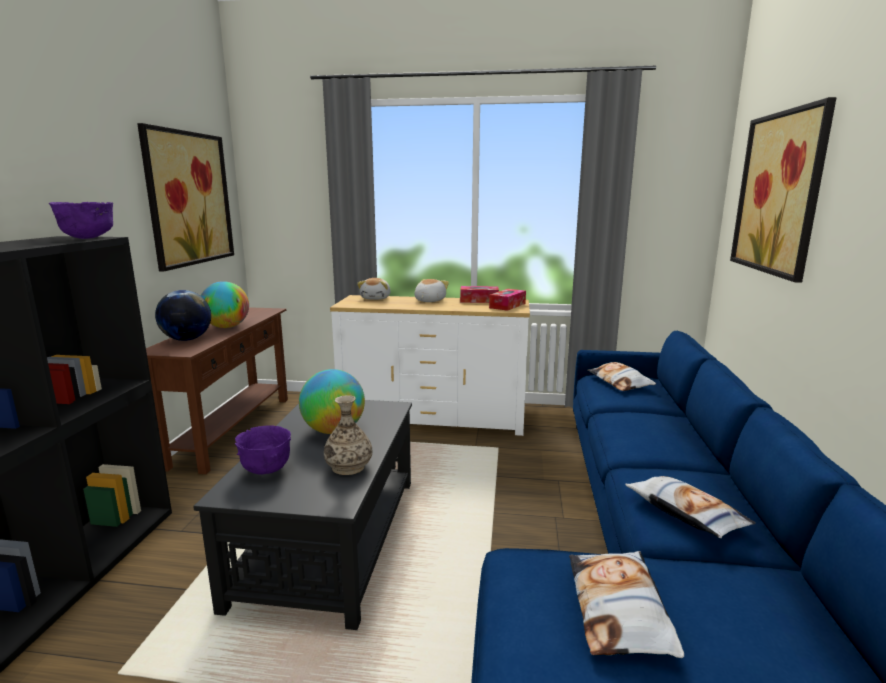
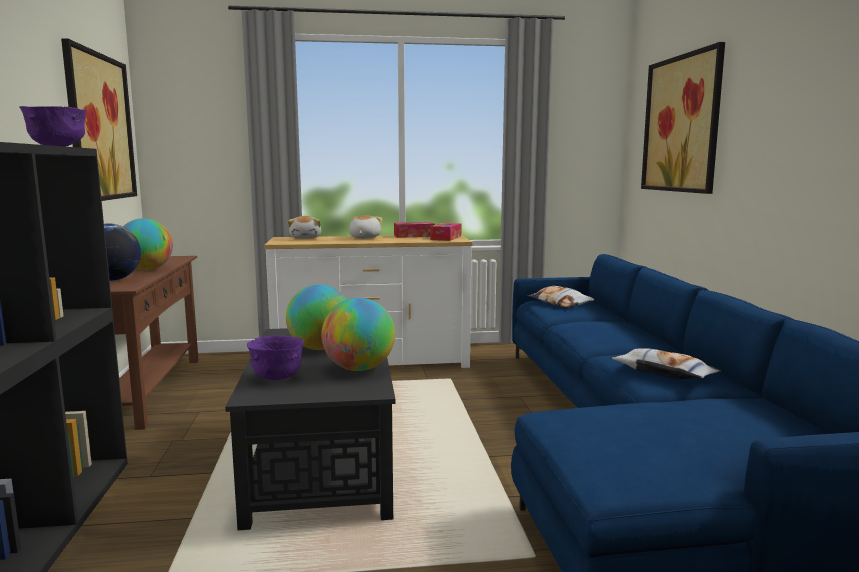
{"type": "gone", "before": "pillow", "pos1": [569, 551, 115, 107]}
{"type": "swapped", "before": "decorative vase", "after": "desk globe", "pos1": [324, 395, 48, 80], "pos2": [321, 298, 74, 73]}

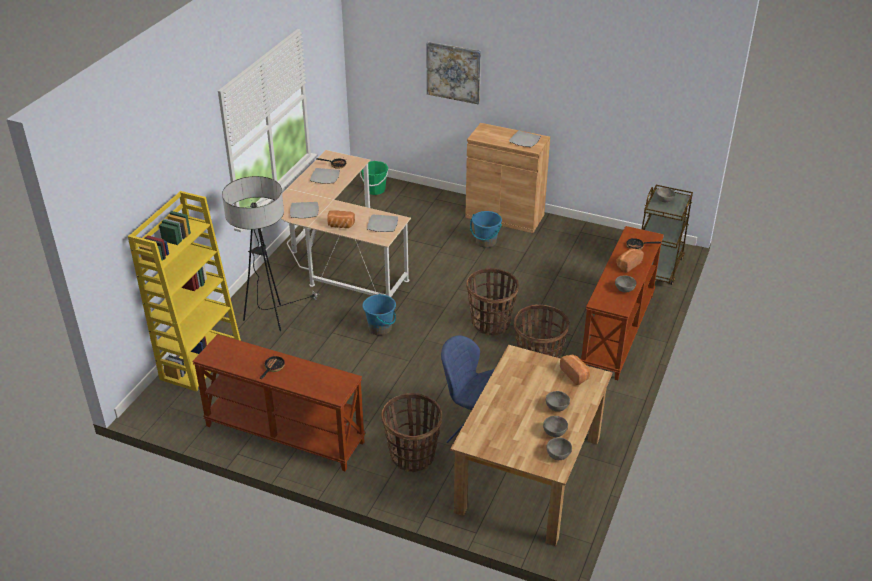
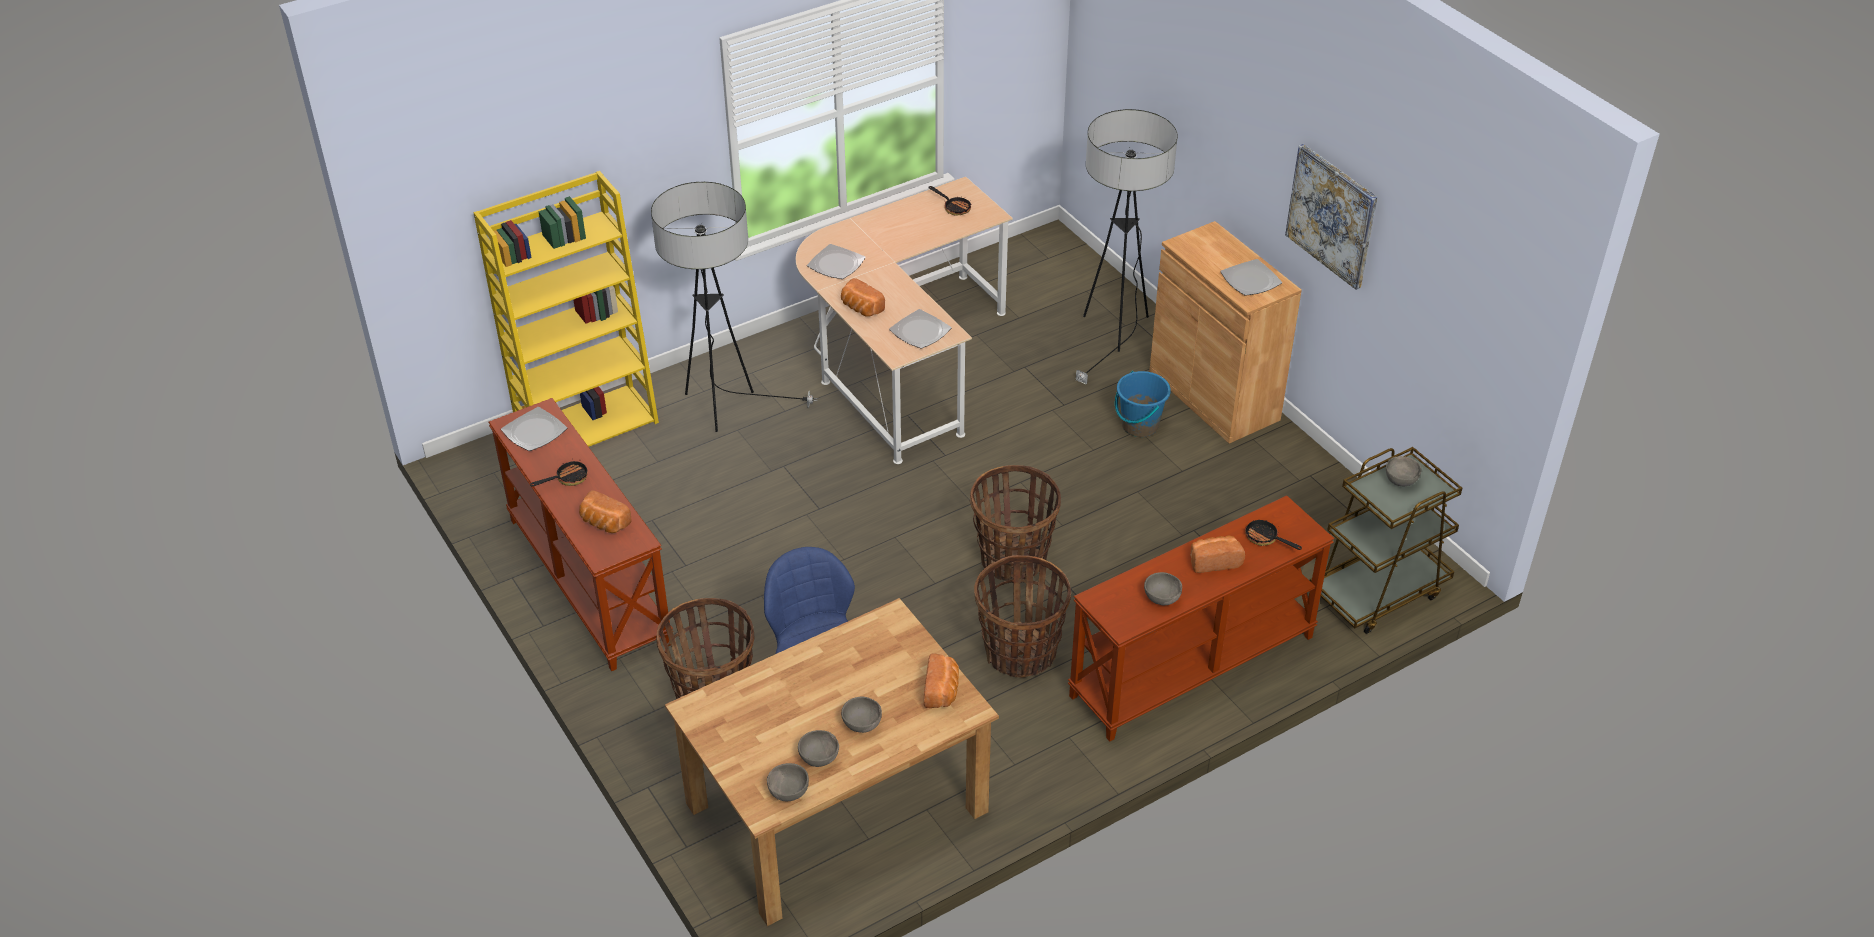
{"type": "gone", "before": "water bucket/greenish", "pos1": [360, 161, 28, 34]}
{"type": "gone", "before": "water bucket/blue-coloured", "pos1": [362, 294, 34, 42]}
{"type": "new", "after": "baked bread", "pos2": [579, 490, 53, 43]}
{"type": "new", "after": "standing lamp", "pos2": [1075, 109, 103, 275]}
{"type": "shifted", "before": "plate", "pos1": [310, 168, 30, 16], "pos2": [501, 407, 66, 44]}
{"type": "shifted", "before": "picture", "pos1": [426, 42, 55, 62], "pos2": [1285, 144, 93, 146]}

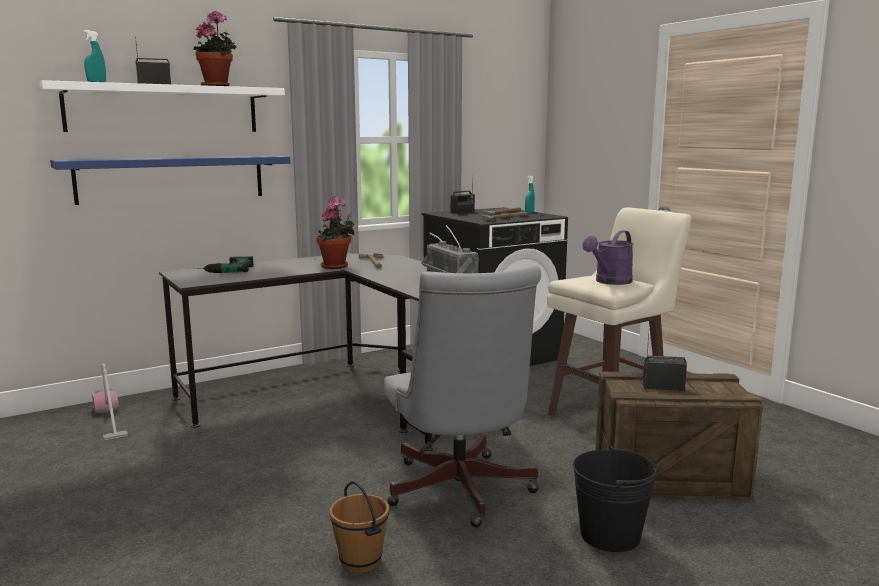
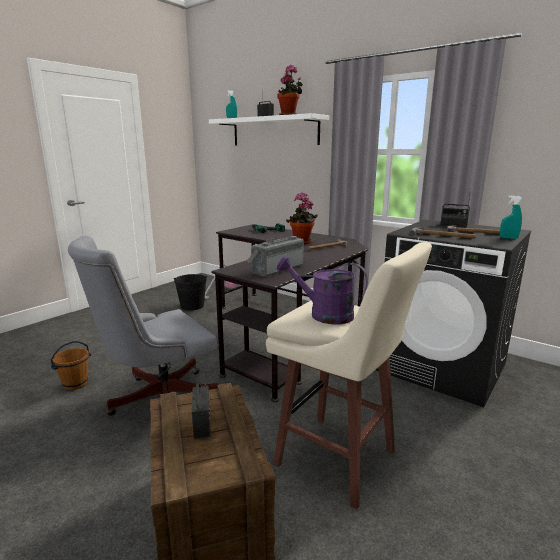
{"type": "gone", "before": "shelf/blue-coloured", "pos1": [50, 155, 240, 50]}
{"type": "shifted", "before": "water bucket/black-coloured", "pos1": [573, 445, 86, 107], "pos2": [174, 274, 33, 37]}

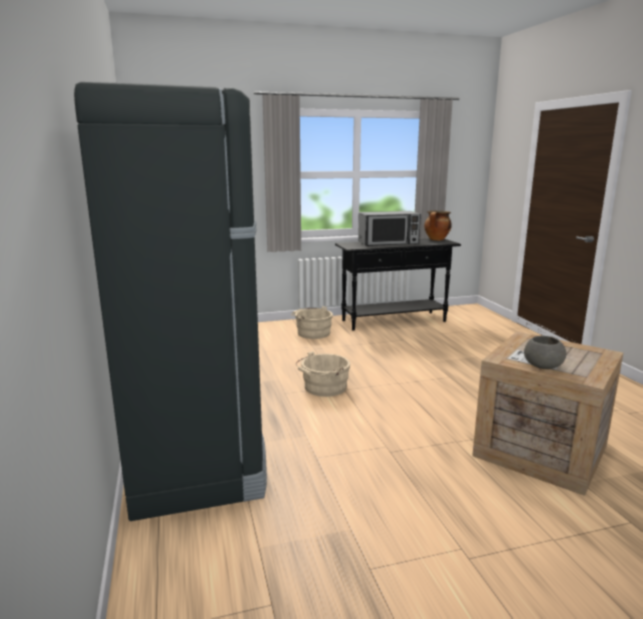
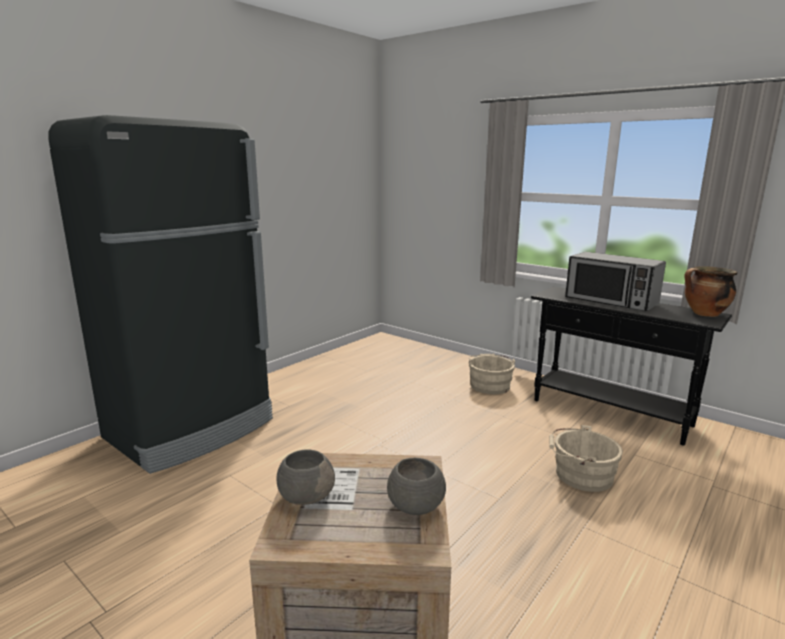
{"type": "new", "after": "deep dish/gray", "pos2": [387, 458, 59, 57]}
{"type": "shifted", "before": "water bucket/beige", "pos1": [296, 351, 54, 46], "pos2": [549, 425, 74, 67]}

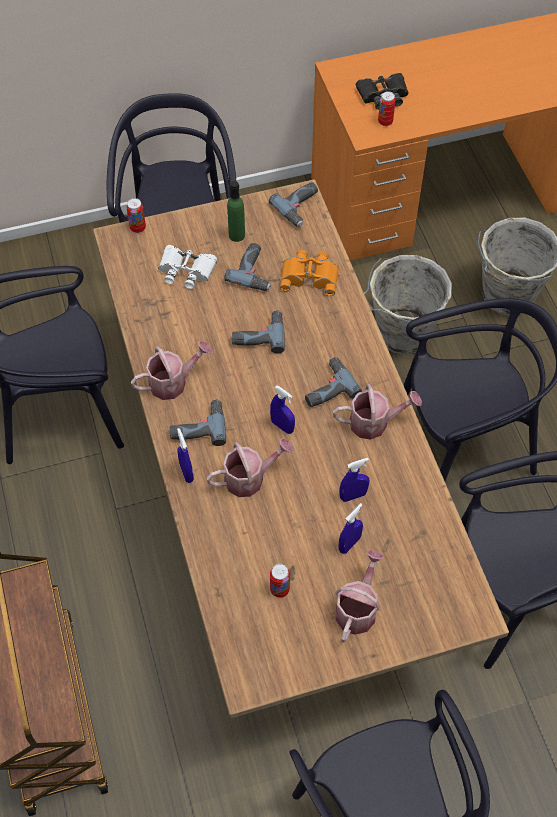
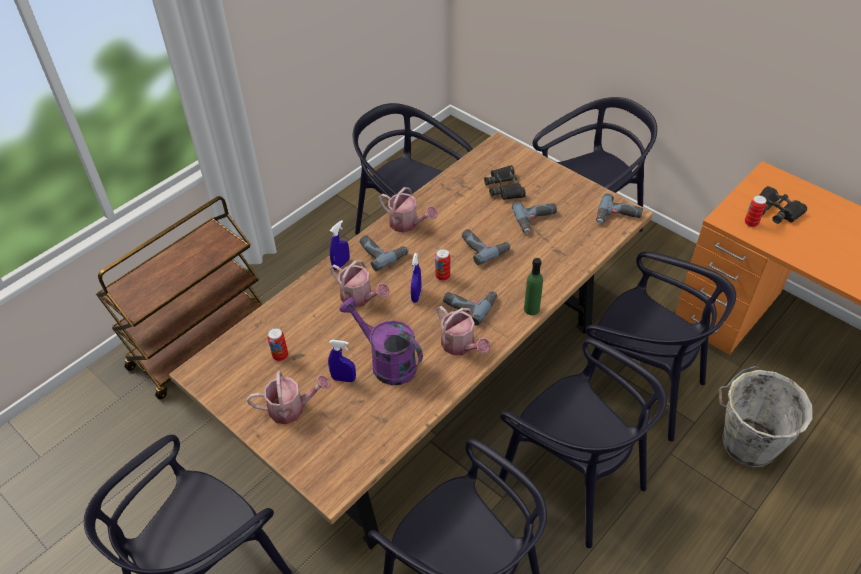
{"type": "gone", "before": "field glasses/orangey", "pos1": [280, 250, 59, 46]}
{"type": "shifted", "before": "metal can", "pos1": [126, 198, 20, 35], "pos2": [435, 249, 15, 32]}
{"type": "shifted", "before": "drink bottle/greenish", "pos1": [227, 181, 18, 61], "pos2": [524, 258, 19, 57]}
{"type": "swapped", "before": "hand sprayer/blue-coloured", "after": "sprinkling can/purplish", "pos1": [339, 458, 30, 44], "pos2": [340, 297, 83, 88]}
{"type": "swapped", "before": "water bucket/gray", "after": "upright chair/black-coloured", "pos1": [364, 255, 88, 100], "pos2": [586, 252, 150, 190]}
{"type": "repainted", "before": "field glasses/white", "after": "field glasses/black-coloured", "pos1": [158, 245, 60, 44], "pos2": [484, 165, 42, 35]}

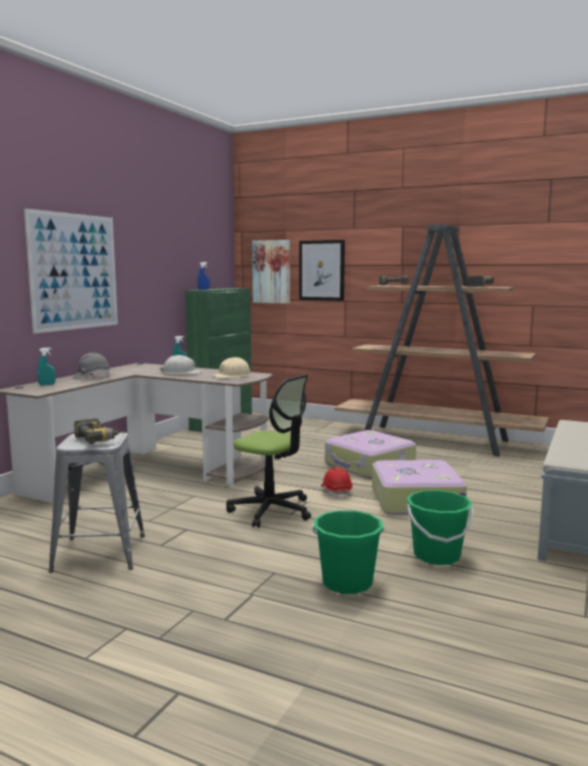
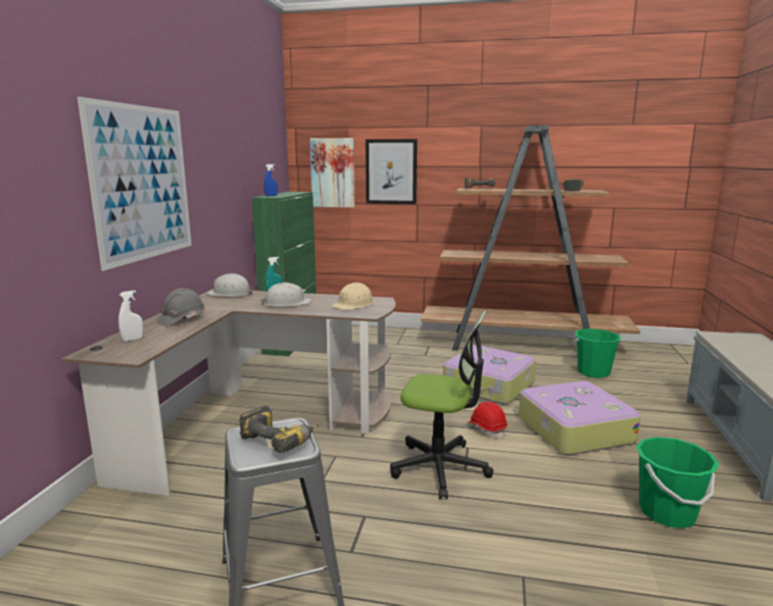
{"type": "new", "after": "hard hat/white", "pos2": [206, 274, 48, 23]}
{"type": "shifted", "before": "water bucket/greenish", "pos1": [312, 510, 72, 84], "pos2": [573, 329, 48, 49]}
{"type": "repainted", "before": "hand sprayer/turquoise", "after": "hand sprayer/white", "pos1": [37, 348, 19, 38], "pos2": [118, 290, 26, 52]}

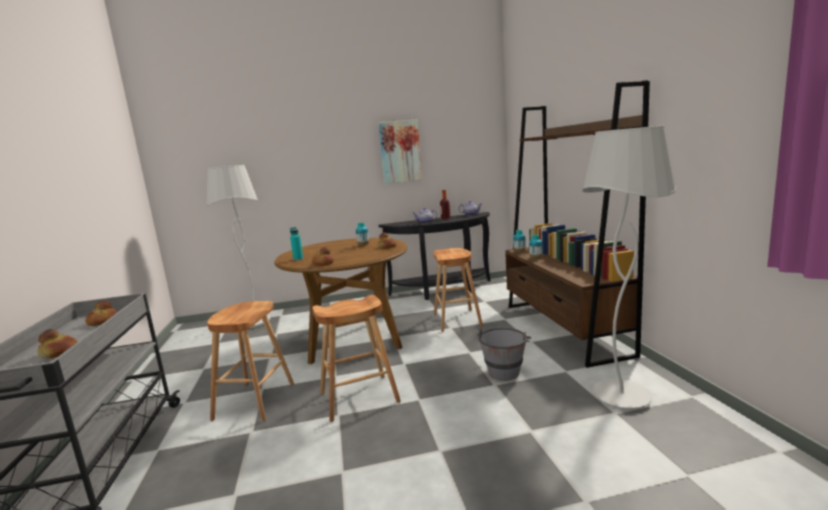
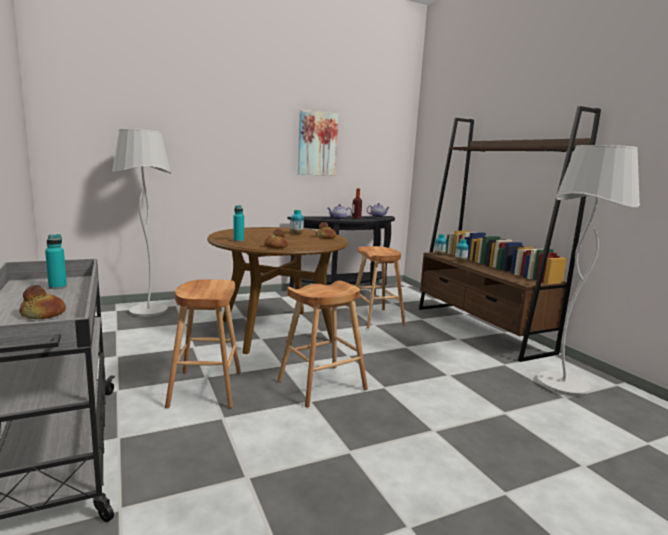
{"type": "gone", "before": "water bucket/gray", "pos1": [477, 327, 54, 54]}
{"type": "swapped", "before": "baked bread", "after": "drink bottle/turquoise", "pos1": [85, 300, 32, 26], "pos2": [45, 234, 22, 55]}

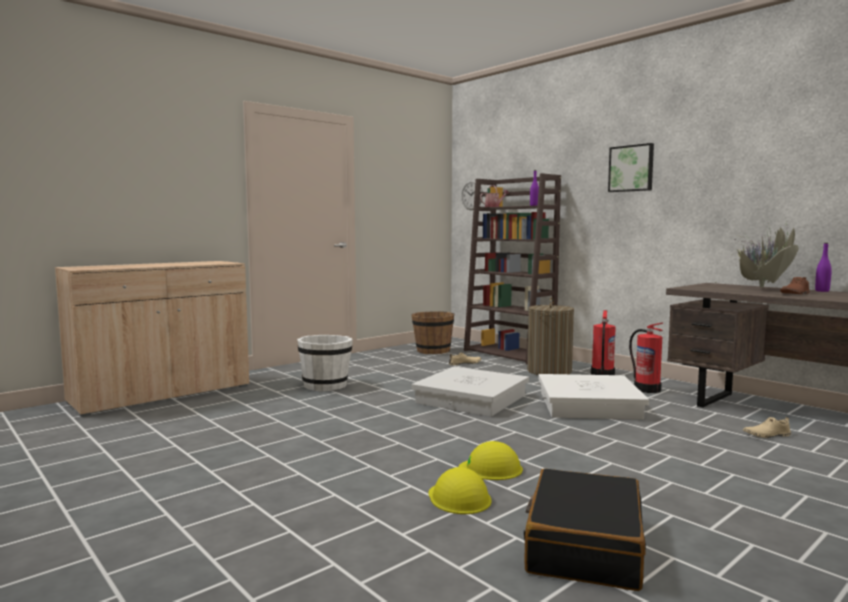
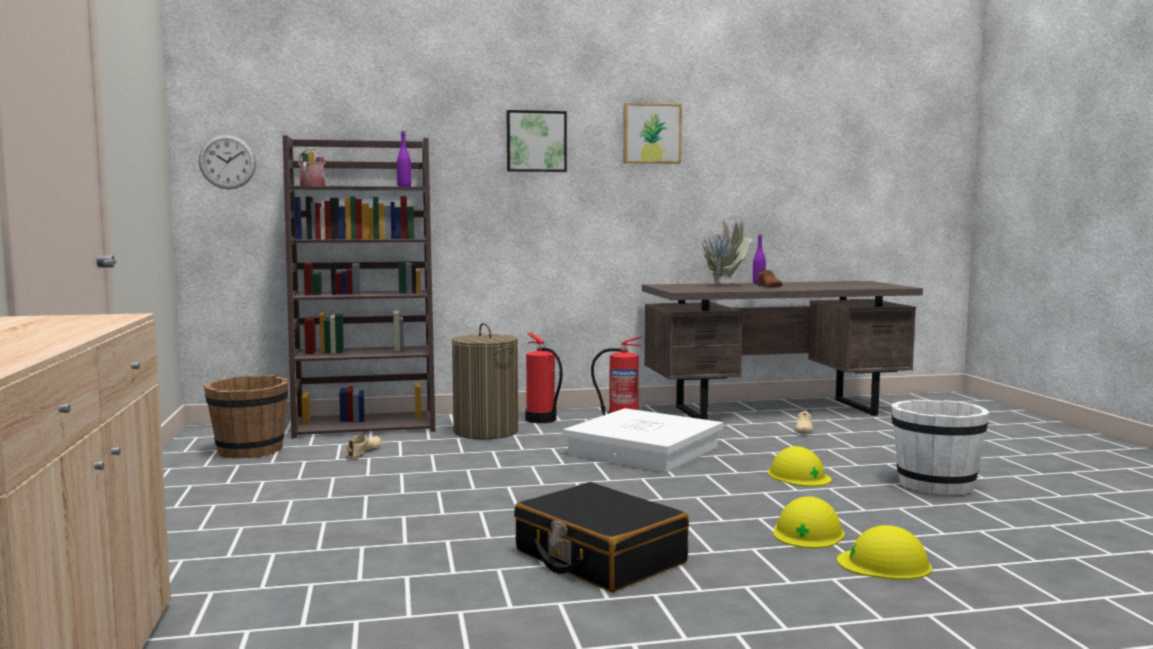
{"type": "gone", "before": "storage container/white", "pos1": [411, 367, 118, 50]}
{"type": "new", "after": "picture", "pos2": [623, 103, 59, 61]}
{"type": "new", "after": "hard hat/yellowish", "pos2": [768, 446, 64, 40]}
{"type": "shifted", "before": "water bucket/white", "pos1": [297, 335, 56, 57], "pos2": [891, 400, 99, 95]}
{"type": "shifted", "before": "piece of luggage/black-coloured", "pos1": [524, 468, 122, 123], "pos2": [514, 482, 175, 110]}

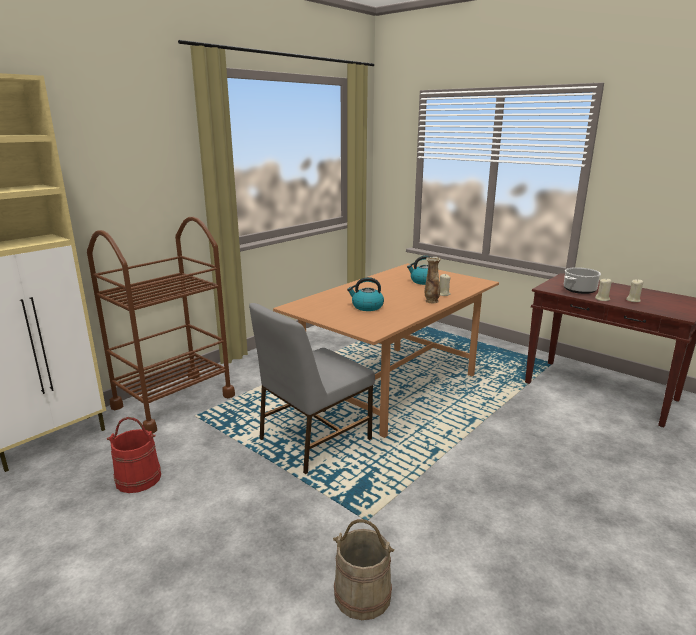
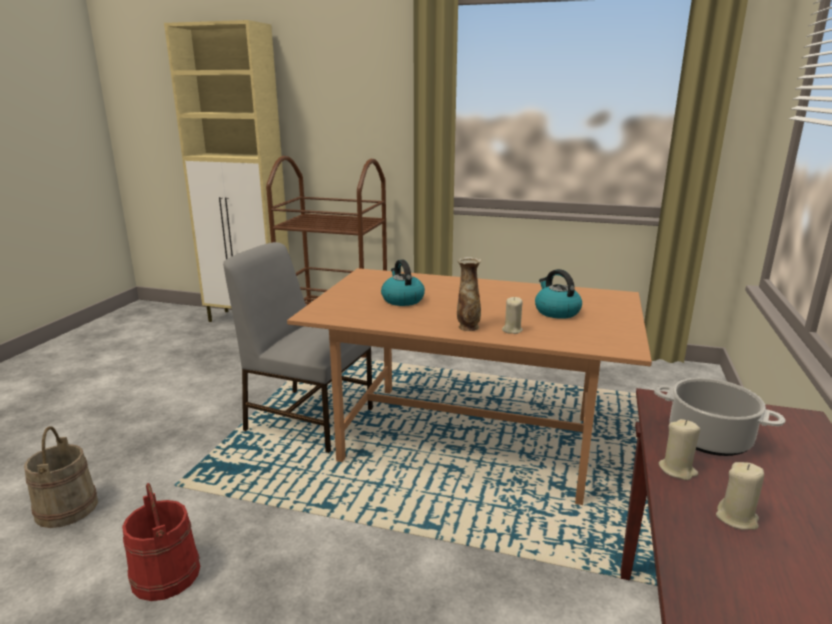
{"type": "shifted", "before": "water bucket/red-coloured", "pos1": [107, 417, 54, 76], "pos2": [122, 483, 78, 118]}

